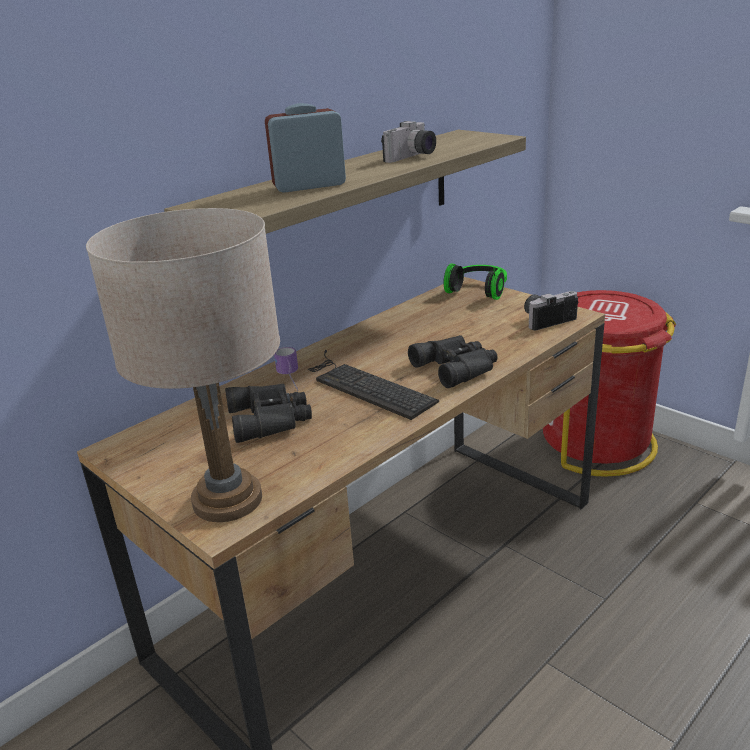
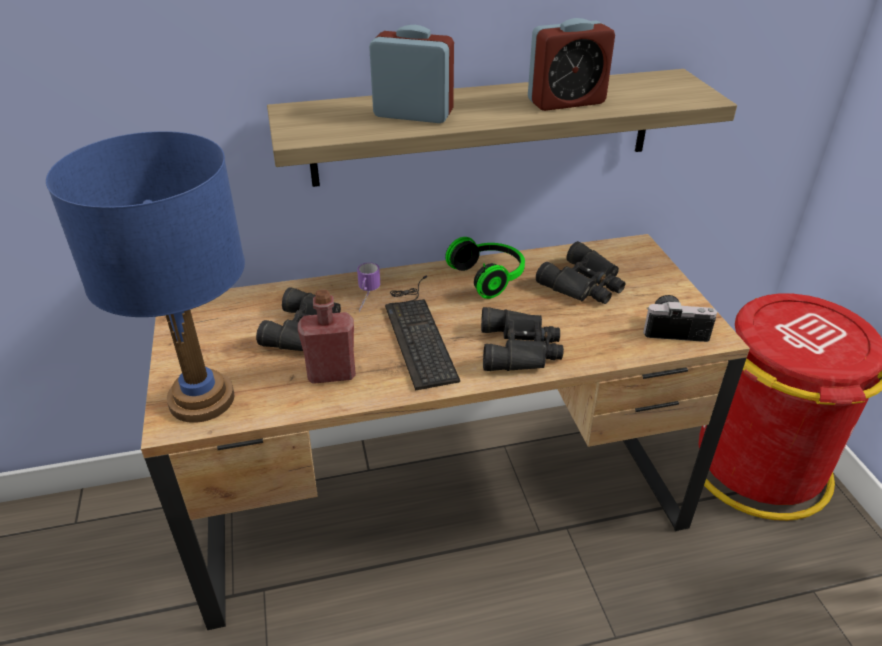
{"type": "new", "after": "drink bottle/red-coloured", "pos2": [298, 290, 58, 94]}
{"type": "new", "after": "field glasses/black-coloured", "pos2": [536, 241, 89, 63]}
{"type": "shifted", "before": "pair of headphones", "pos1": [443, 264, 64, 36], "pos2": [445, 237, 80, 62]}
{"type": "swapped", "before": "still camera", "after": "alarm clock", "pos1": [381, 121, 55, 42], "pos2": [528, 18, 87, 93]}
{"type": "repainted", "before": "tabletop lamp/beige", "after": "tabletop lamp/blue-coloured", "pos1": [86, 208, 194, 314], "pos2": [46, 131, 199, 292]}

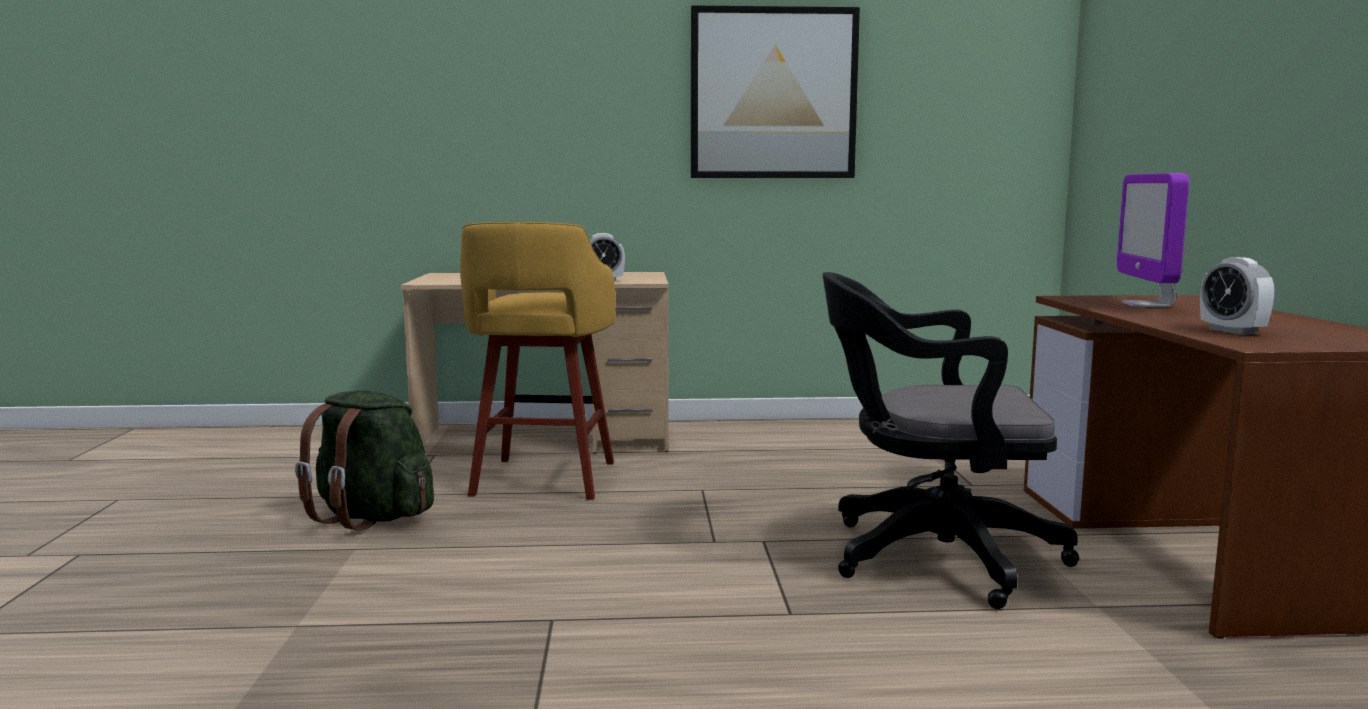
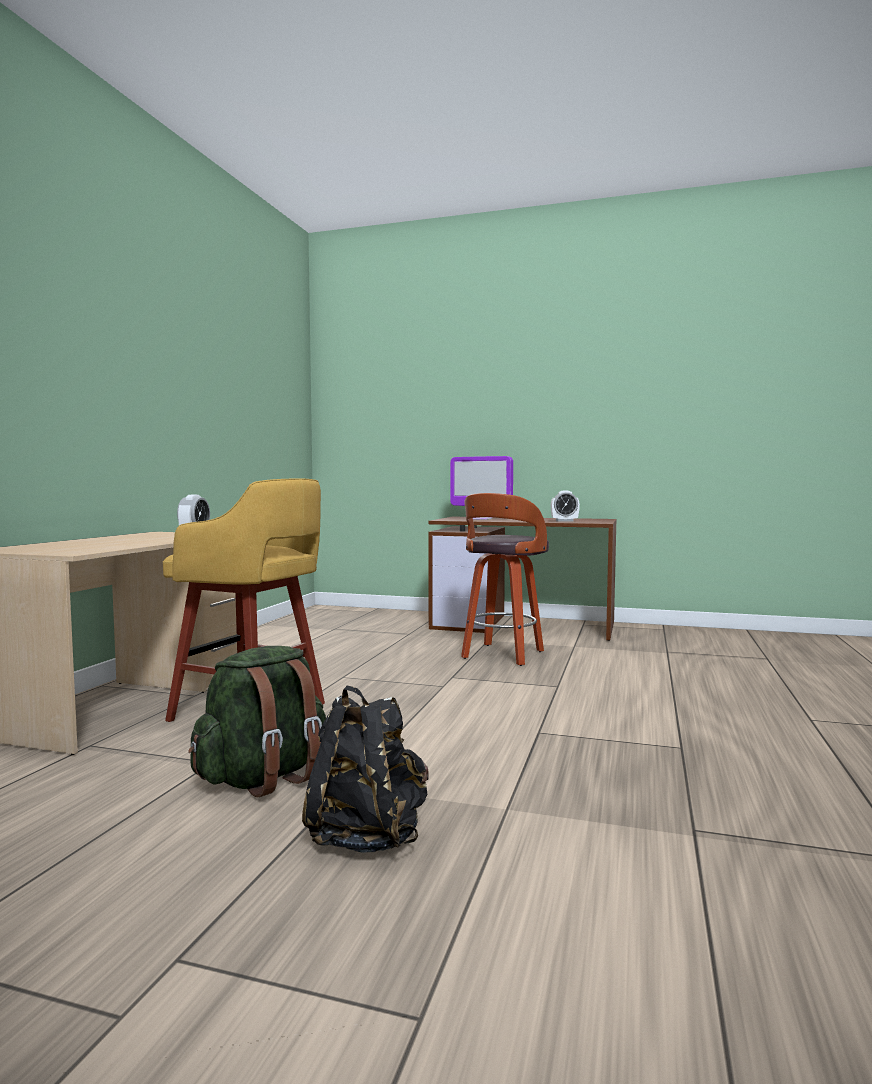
{"type": "gone", "before": "picture", "pos1": [691, 6, 169, 172]}
{"type": "new", "after": "backpack/black-coloured", "pos2": [302, 686, 126, 167]}
{"type": "swapped", "before": "office chair/black-coloured", "after": "stool", "pos1": [822, 272, 257, 337], "pos2": [461, 493, 88, 173]}

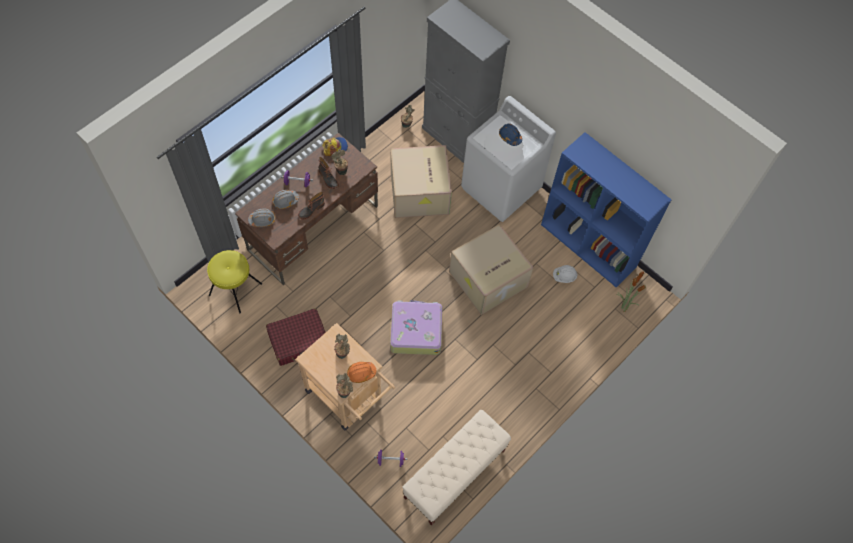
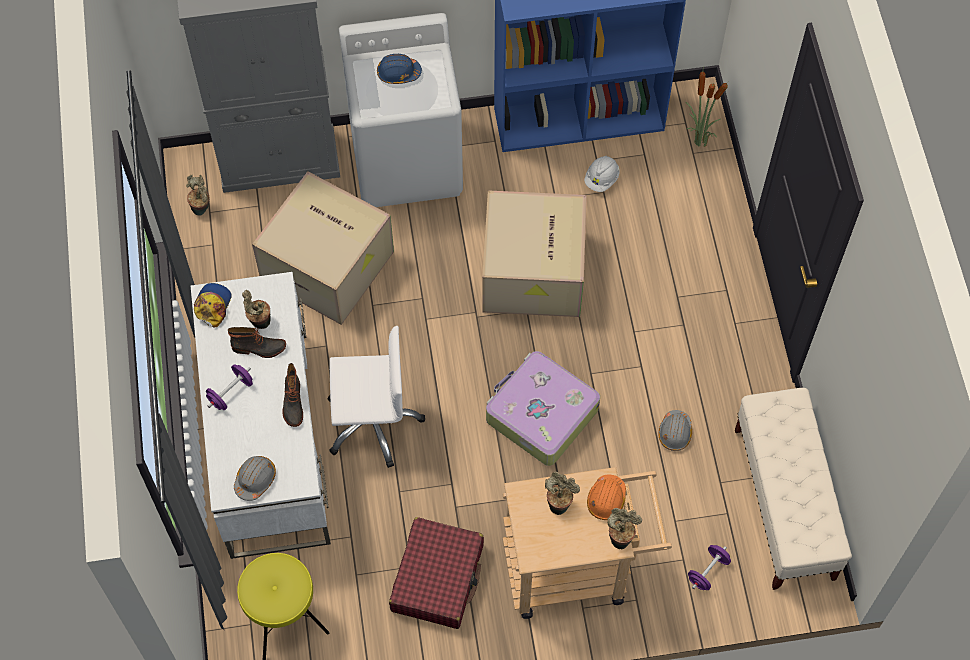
{"type": "new", "after": "office chair/white", "pos2": [327, 326, 98, 142]}
{"type": "shifted", "before": "hard hat/gray", "pos1": [273, 190, 26, 19], "pos2": [659, 410, 33, 41]}
{"type": "repainted", "before": "desk table/brown", "after": "desk table/white", "pos1": [235, 133, 143, 152], "pos2": [191, 272, 140, 287]}

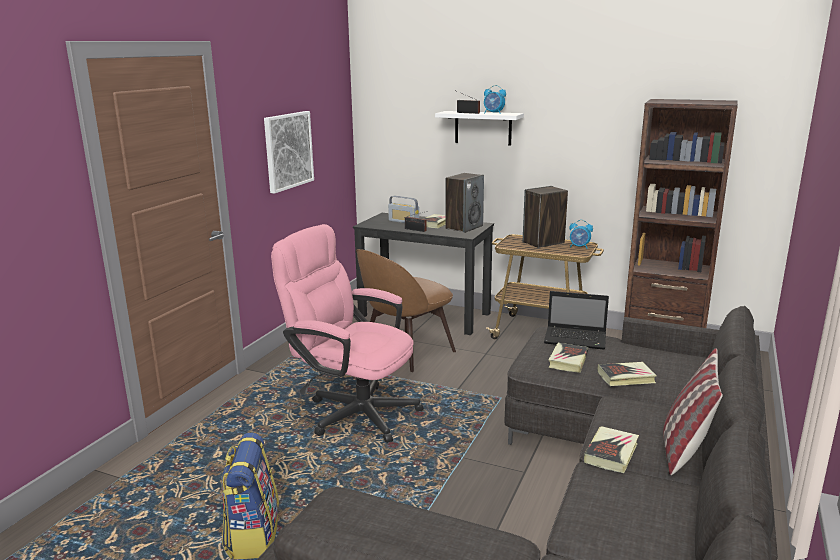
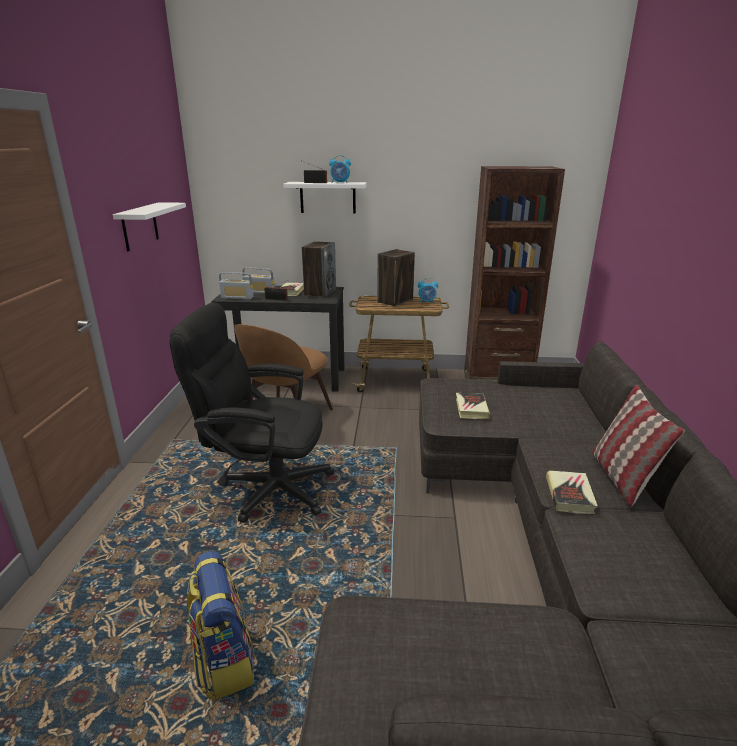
{"type": "gone", "before": "portable computer", "pos1": [544, 291, 65, 59]}
{"type": "gone", "before": "volume", "pos1": [597, 362, 60, 24]}
{"type": "new", "after": "radio receiver", "pos2": [219, 272, 35, 27]}
{"type": "swapped", "before": "picture", "after": "shelf/white", "pos1": [264, 111, 50, 83], "pos2": [113, 202, 73, 49]}
{"type": "repainted", "before": "office chair/pink-coloured", "after": "office chair/black-coloured", "pos1": [271, 224, 153, 219], "pos2": [169, 302, 165, 221]}

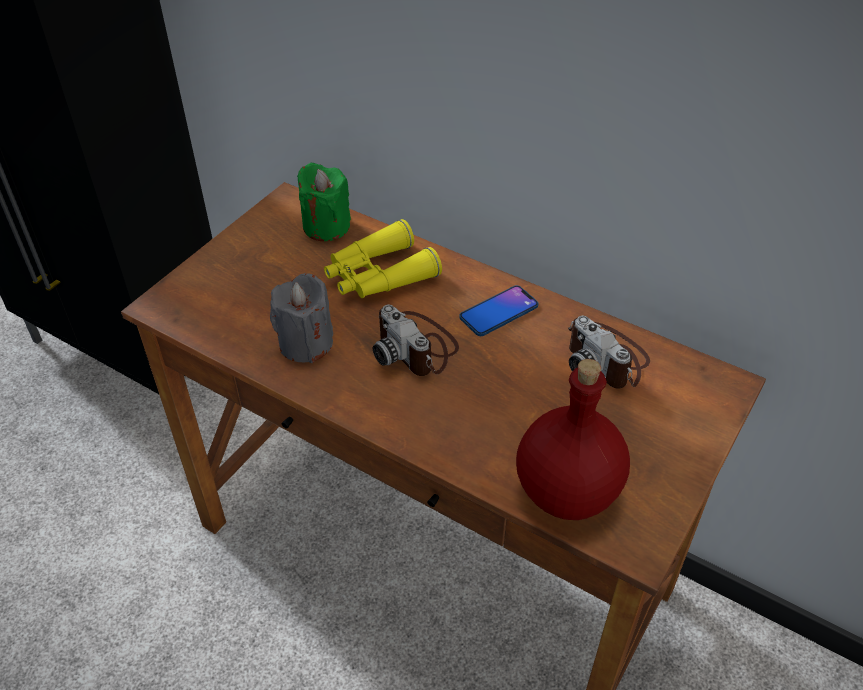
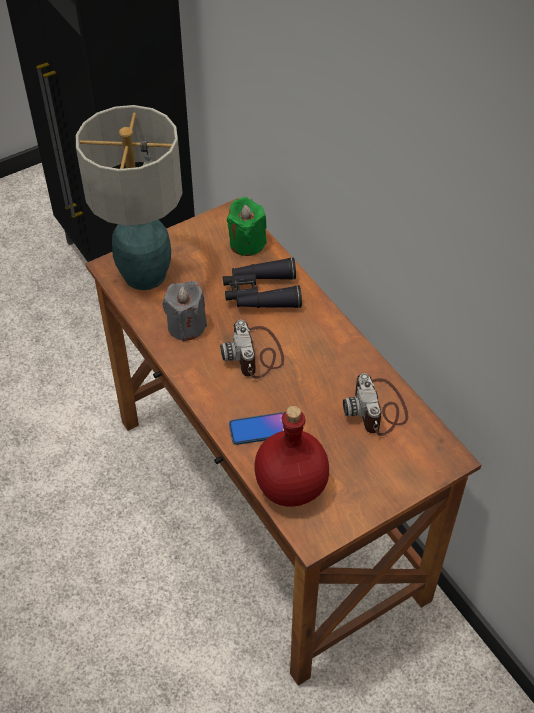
{"type": "new", "after": "tabletop lamp", "pos2": [76, 105, 107, 185]}
{"type": "shifted", "before": "telephone", "pos1": [459, 286, 79, 50], "pos2": [229, 412, 56, 33]}
{"type": "repainted", "before": "field glasses/yellowish", "after": "field glasses/black-coloured", "pos1": [324, 219, 118, 79], "pos2": [223, 257, 79, 51]}

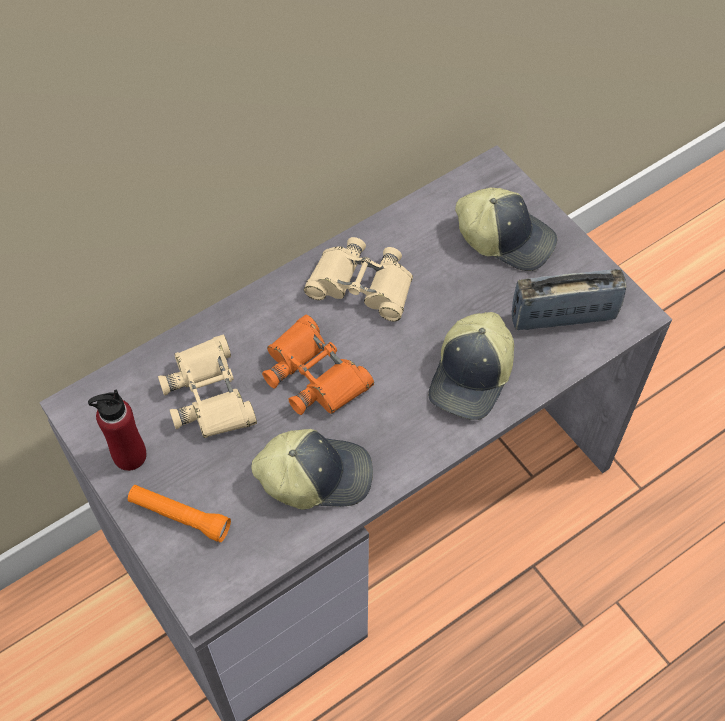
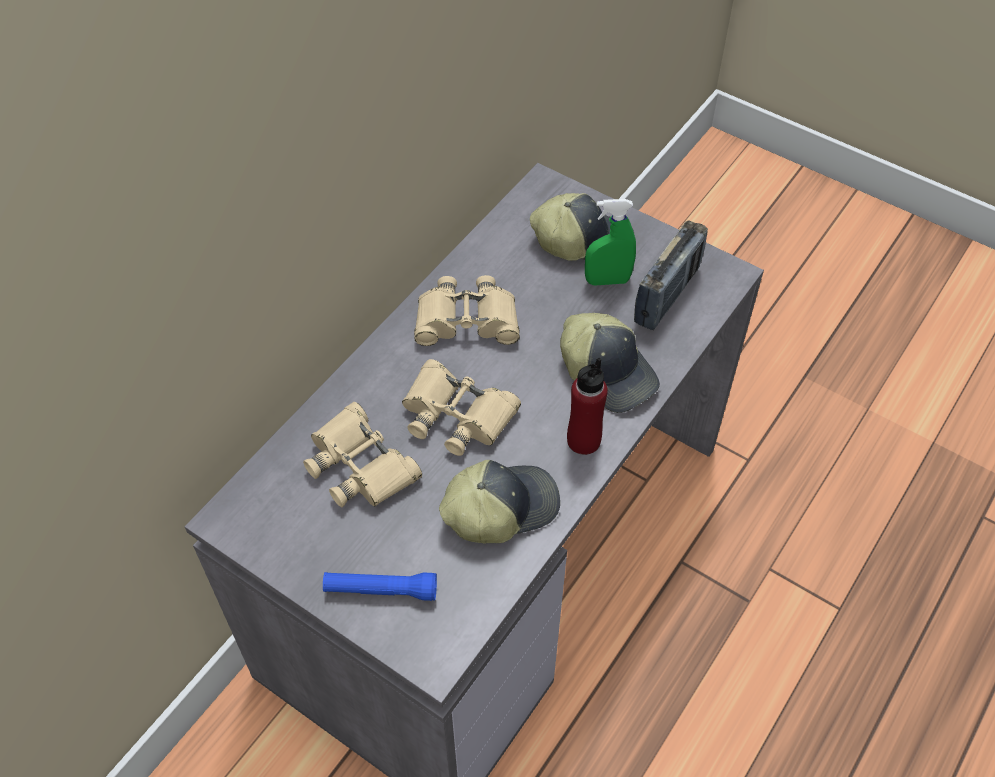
{"type": "new", "after": "hand sprayer/greenish", "pos2": [585, 199, 51, 87]}
{"type": "shifted", "before": "drink bottle/red-coloured", "pos1": [88, 389, 59, 82], "pos2": [567, 358, 41, 97]}
{"type": "repainted", "before": "flashlight/orangey", "after": "flashlight/blue-coloured", "pos1": [128, 485, 103, 57], "pos2": [323, 572, 114, 29]}
{"type": "repainted", "before": "field glasses/orangey", "after": "field glasses/beige", "pos1": [262, 315, 112, 100], "pos2": [402, 359, 119, 97]}
{"type": "rotated", "before": "baseball cap", "pos1": [428, 312, 86, 108], "pos2": [560, 313, 100, 100], "turn": -45}
{"type": "rotated", "before": "radio receiver", "pos1": [512, 269, 115, 61], "pos2": [634, 221, 74, 109], "turn": 150}

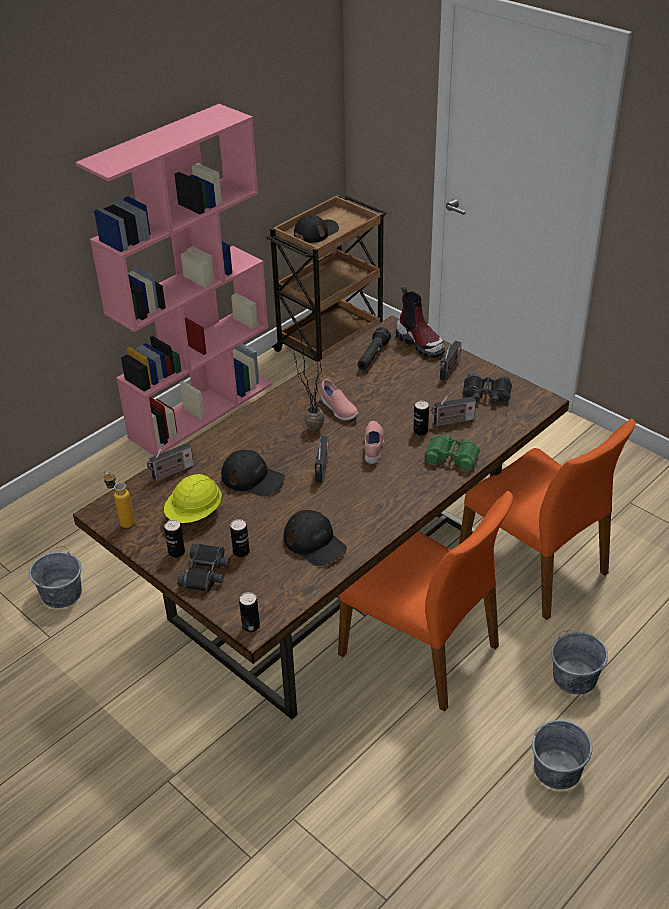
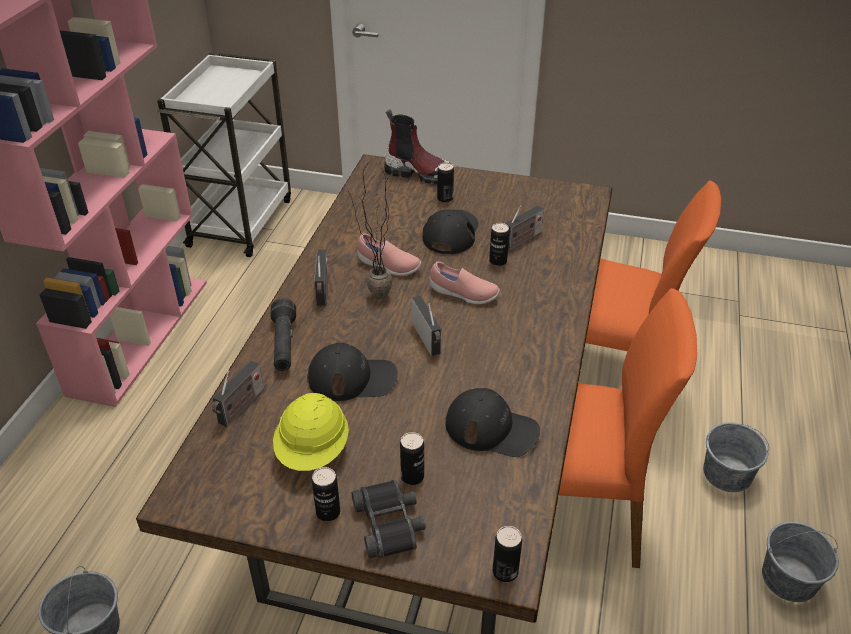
{"type": "gone", "before": "drink bottle", "pos1": [104, 471, 31, 57]}
{"type": "gone", "before": "field glasses/greenish", "pos1": [425, 435, 55, 36]}
{"type": "gone", "before": "field glasses/black-coloured", "pos1": [462, 373, 50, 32]}
{"type": "new", "after": "metal can", "pos2": [437, 162, 17, 41]}
{"type": "shifted", "before": "baseball cap/black-coloured", "pos1": [294, 214, 45, 29], "pos2": [423, 209, 55, 45]}
{"type": "shifted", "before": "flashlight/black-coloured", "pos1": [357, 327, 34, 43], "pos2": [270, 299, 26, 72]}
{"type": "shifted", "before": "radio receiver", "pos1": [440, 341, 21, 40], "pos2": [314, 250, 15, 56]}
{"type": "repainted", "before": "wheeled cart/brown", "after": "wheeled cart/white", "pos1": [266, 194, 120, 168], "pos2": [157, 53, 134, 204]}
{"type": "rotated", "before": "shoe/pink-coloured", "pos1": [365, 421, 19, 43], "pos2": [430, 261, 70, 43], "turn": 135}

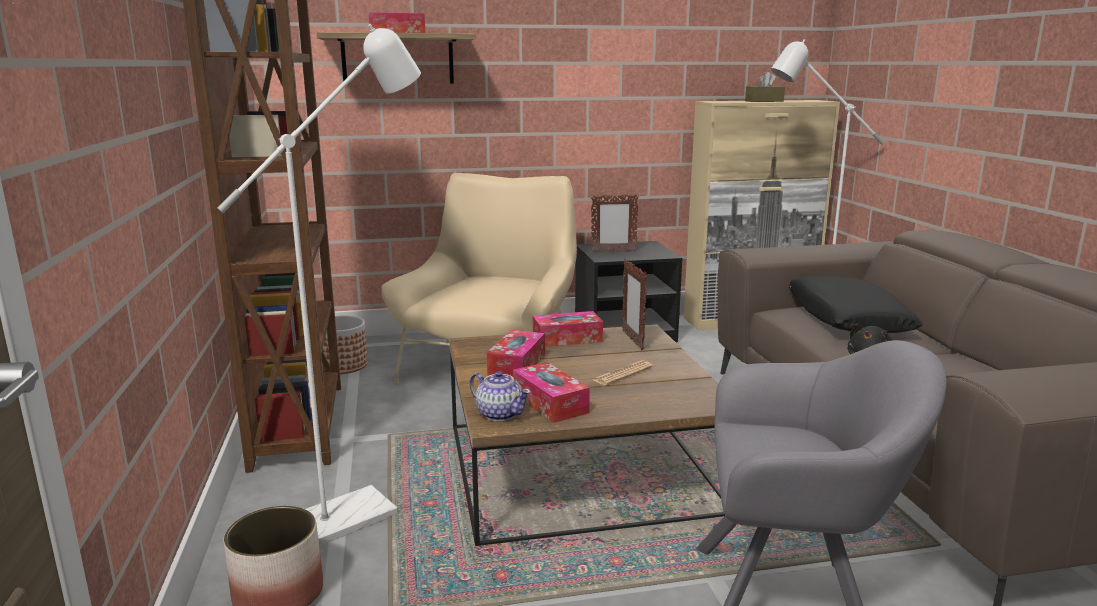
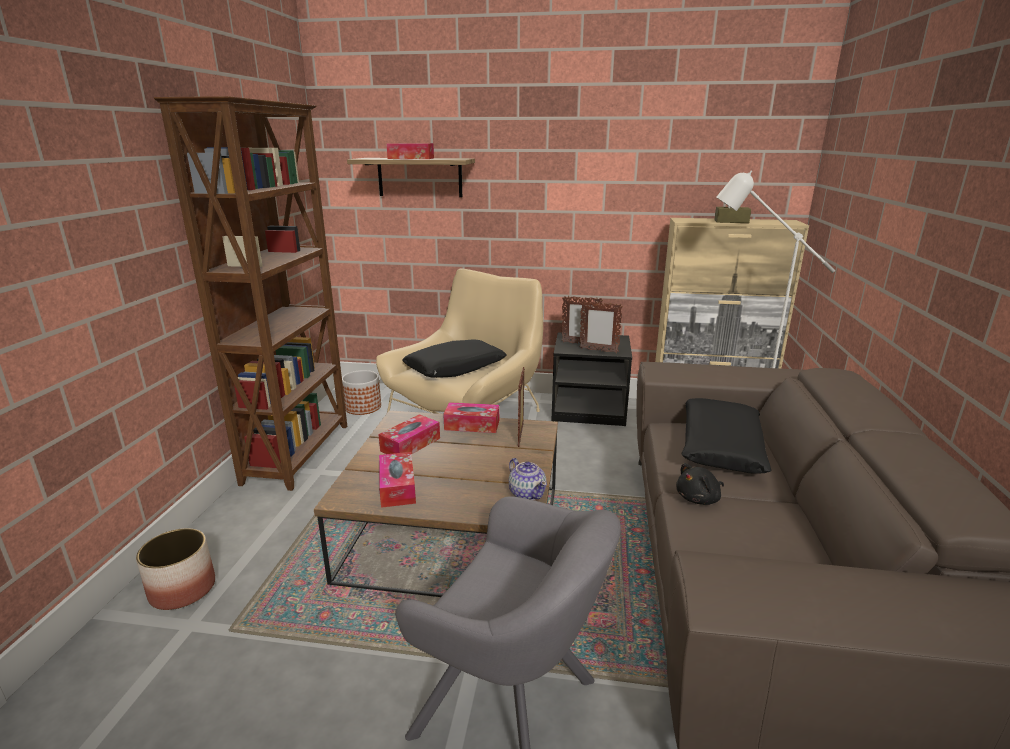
{"type": "gone", "before": "standing lamp/white", "pos1": [217, 24, 204, 522]}
{"type": "gone", "before": "daily paper", "pos1": [593, 360, 60, 25]}
{"type": "new", "after": "pillow/black-coloured", "pos2": [402, 340, 105, 38]}
{"type": "new", "after": "picture frame", "pos2": [580, 301, 43, 52]}
{"type": "shifted", "before": "tea pot", "pos1": [469, 371, 62, 50], "pos2": [509, 458, 38, 42]}

